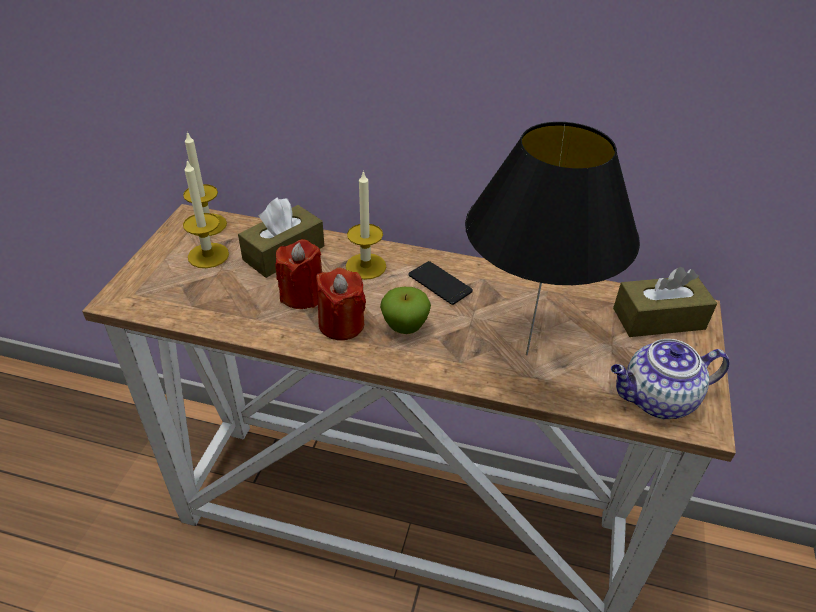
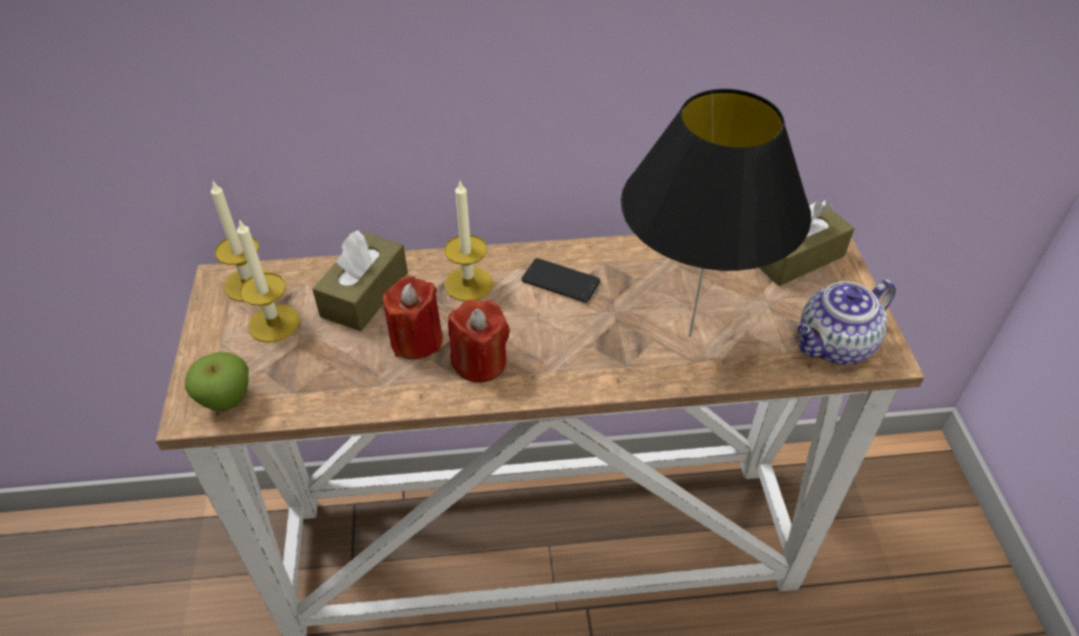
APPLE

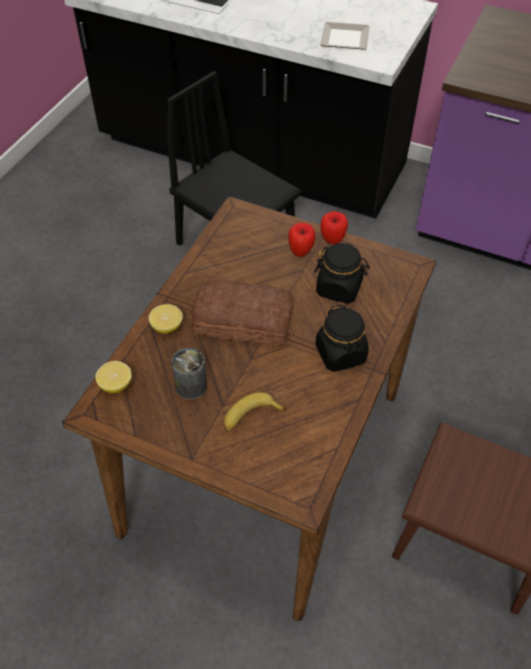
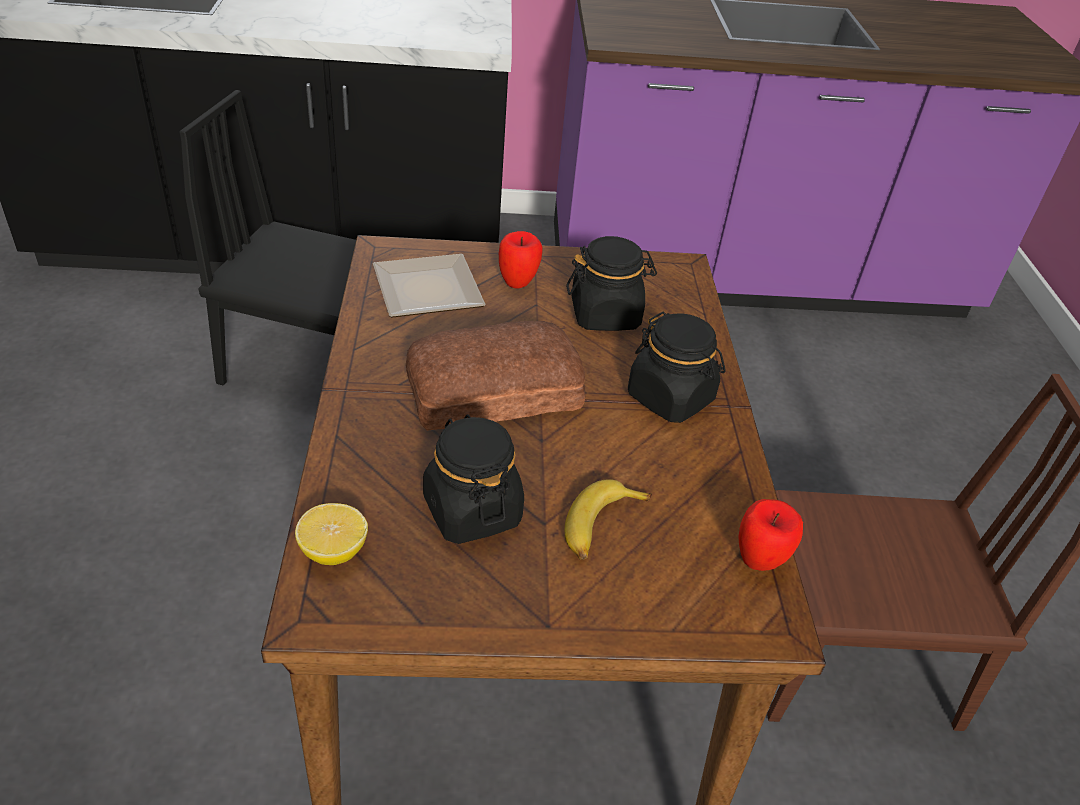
PLATE; APPLE (2nd from left); LEMON (2nd from left in the first image); BLACK JAR (1st from left)

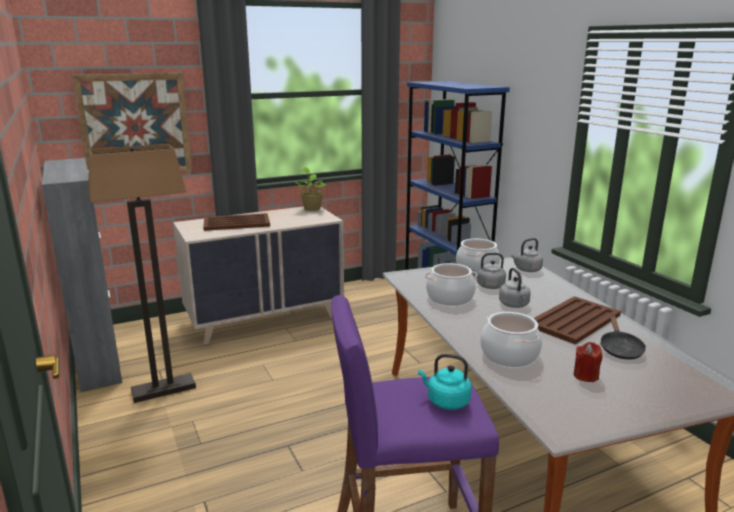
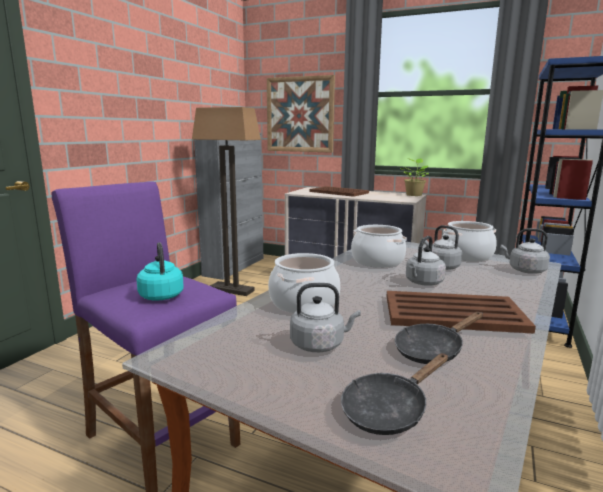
GREY KETTLE (1st from left); BLACK FRYING PAN (1st from left)

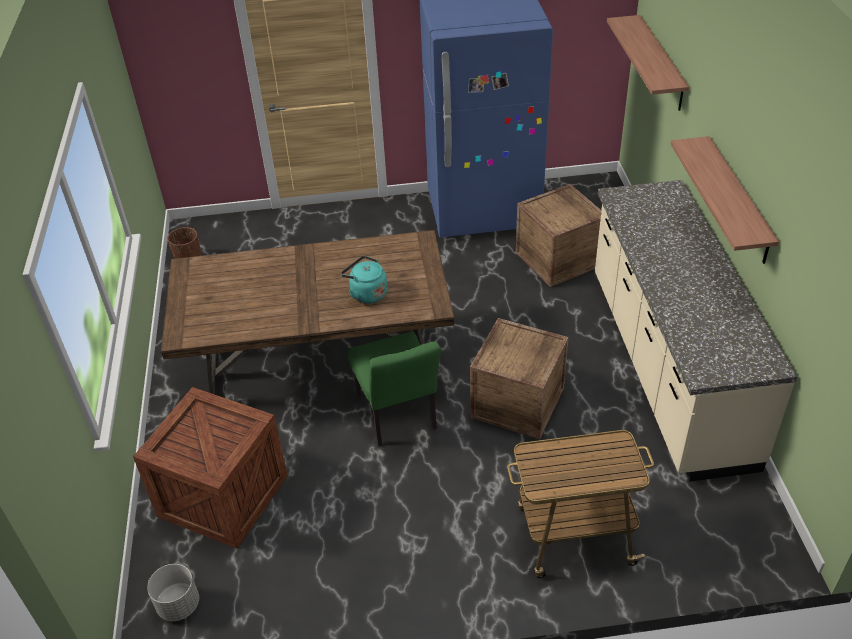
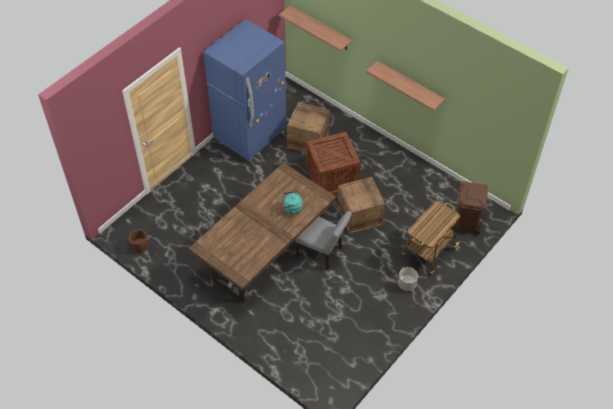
BEIGE COUNTER; GREY CHAIR; CRATE (2nd from left); GREY PLANTER; BROWN TRASH CAN

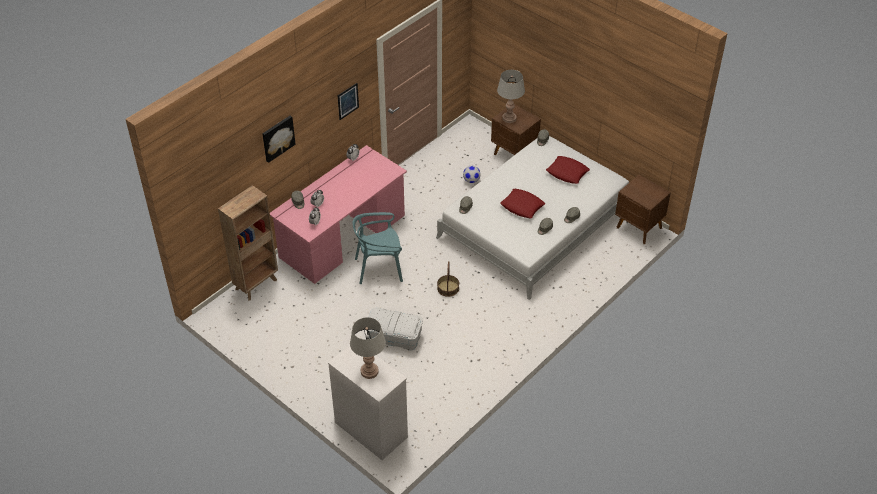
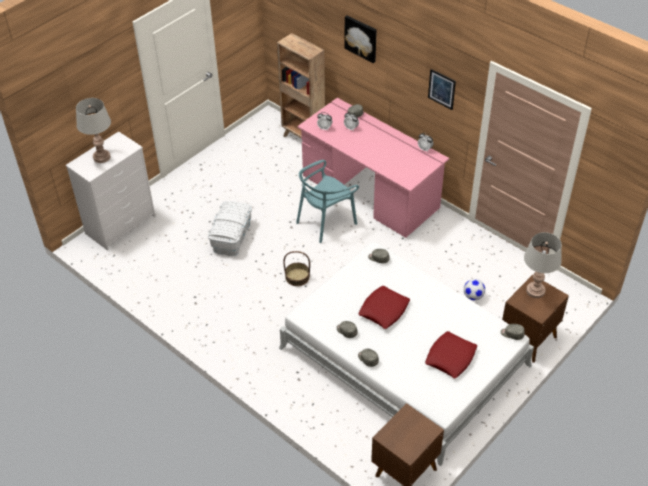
TURQUOISE CHAIR

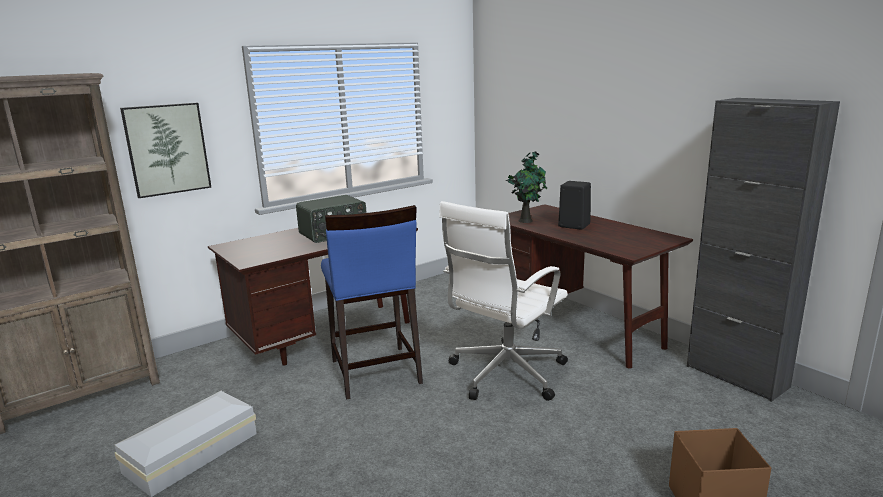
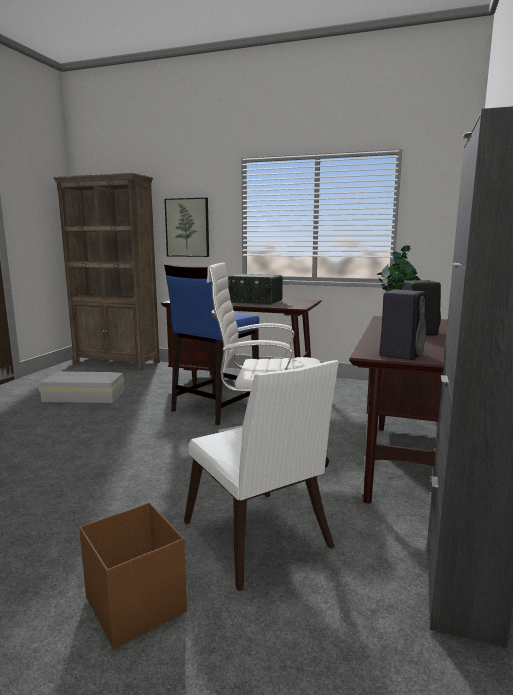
BLACK SPEAKER (1st from left); WHITE CHAIR

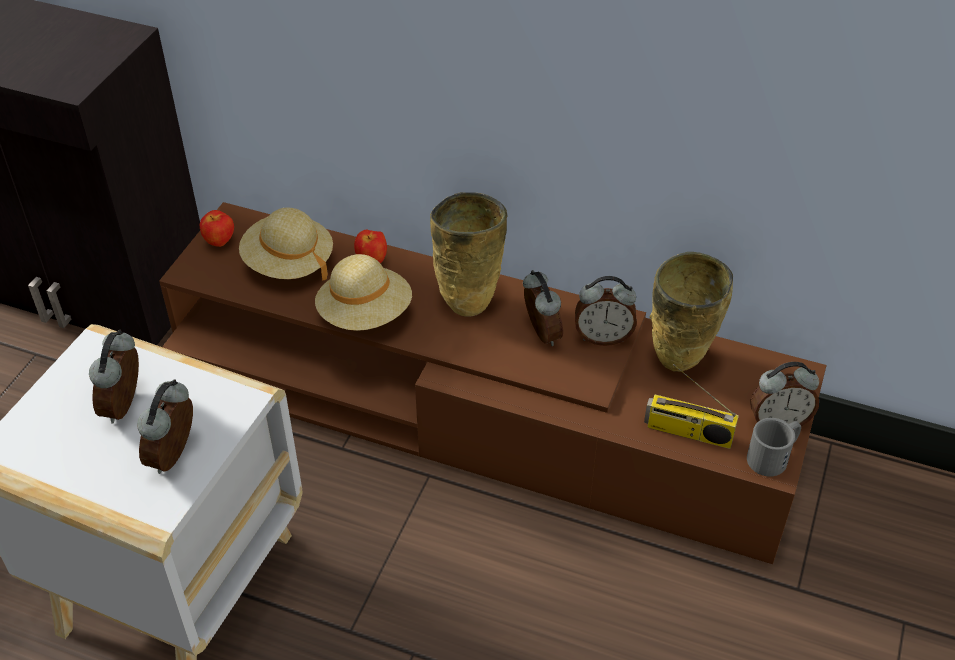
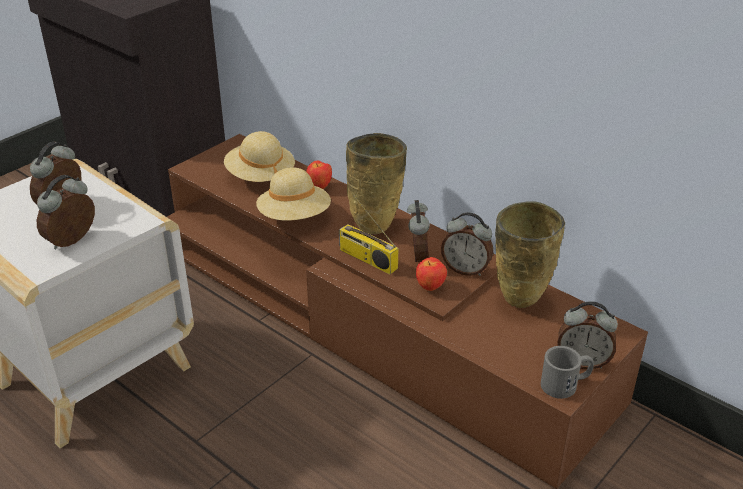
APPLE (2nd from left); RADIO

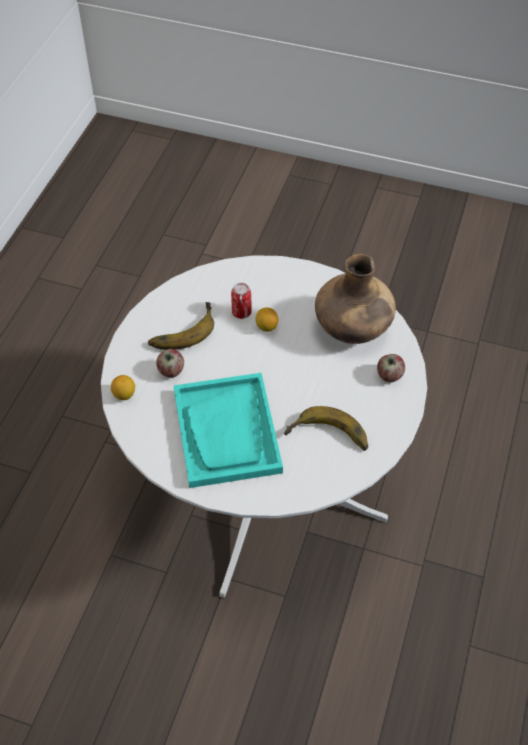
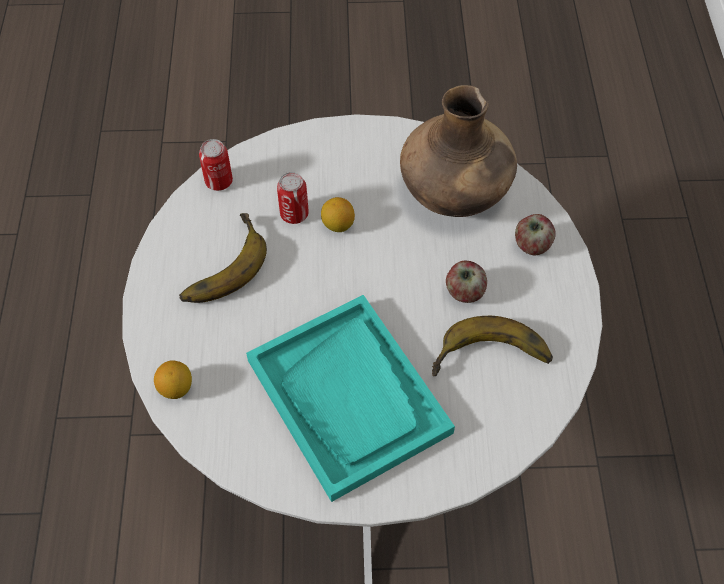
APPLE (1st from left); CAN (1st from left)

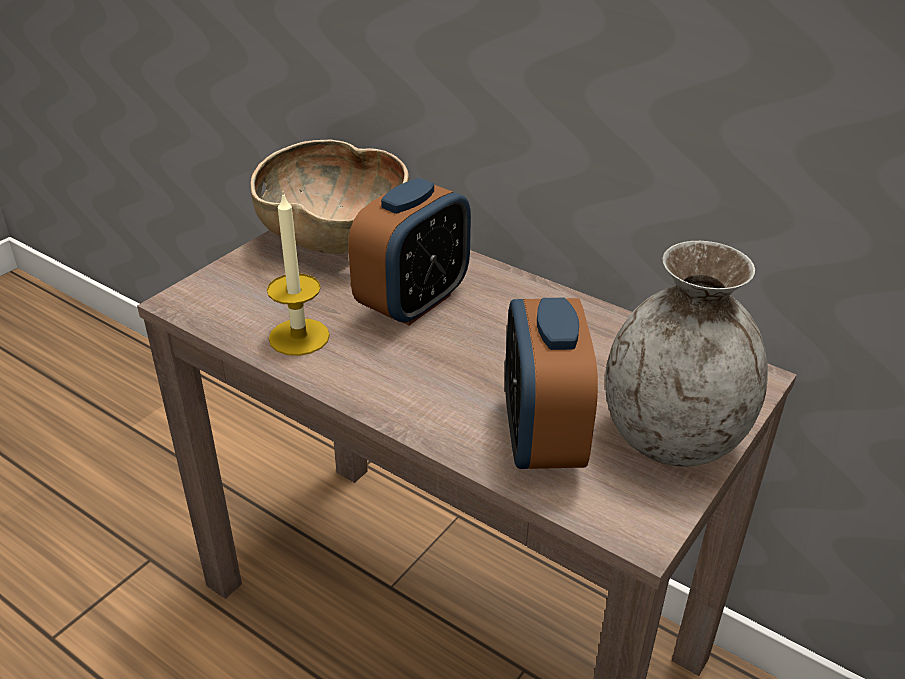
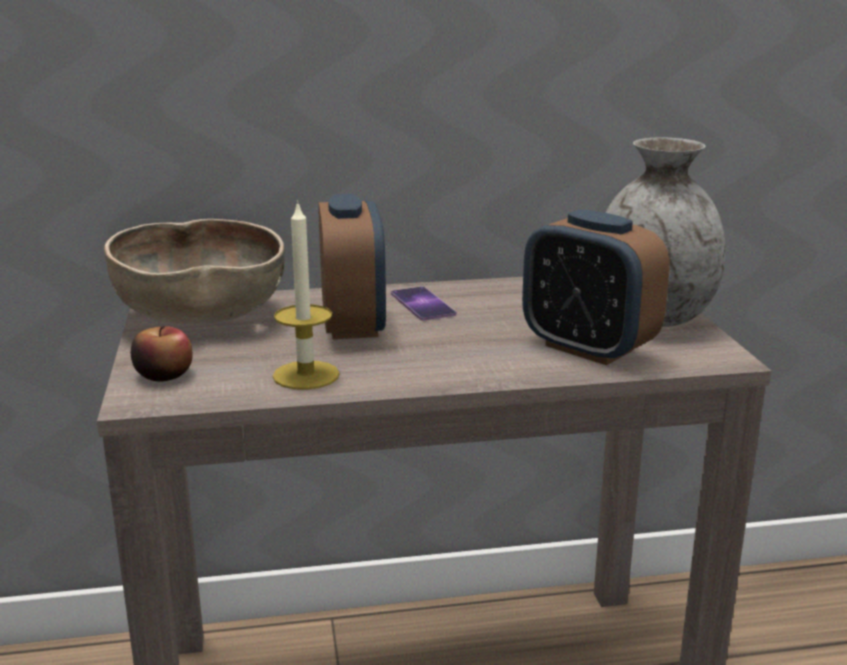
PHONE; APPLE

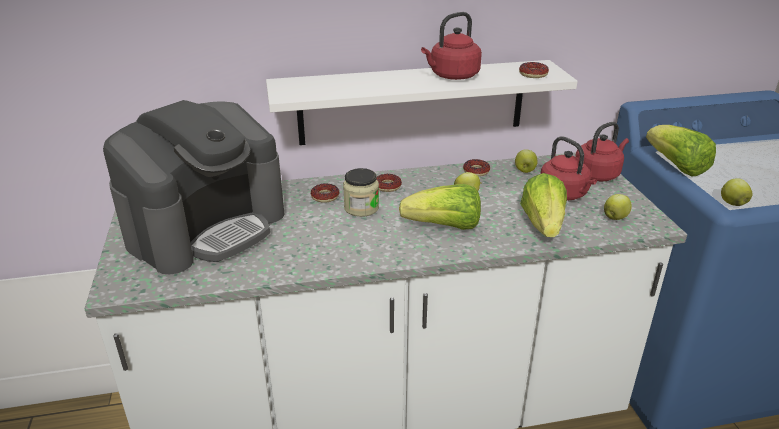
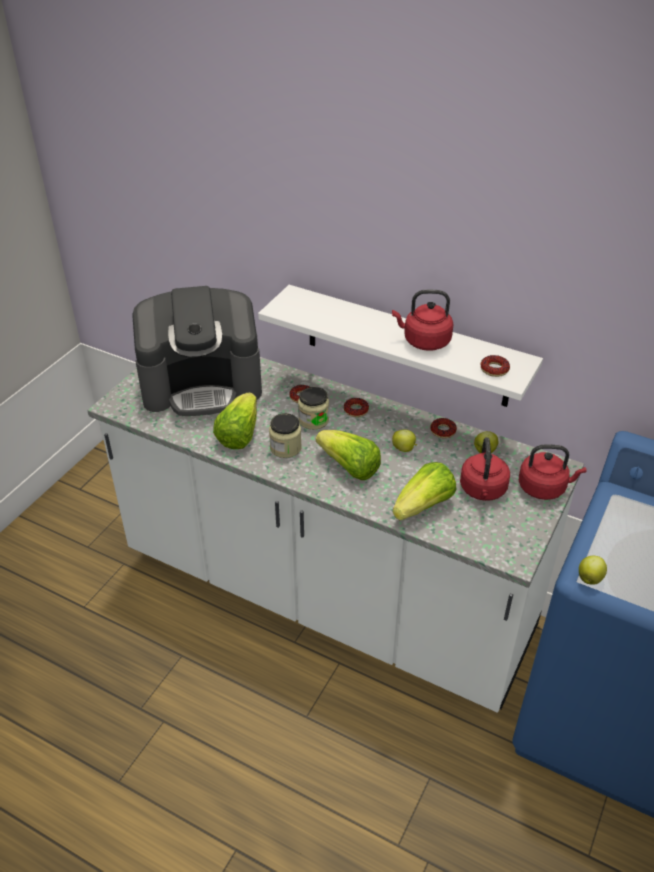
LETTUCE (1st from left); APPLE (3rd from left in the first image); JAR (1st from left)

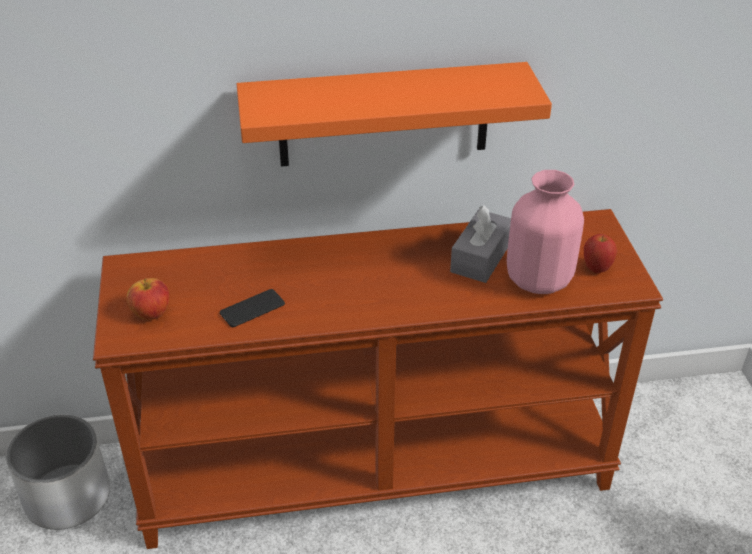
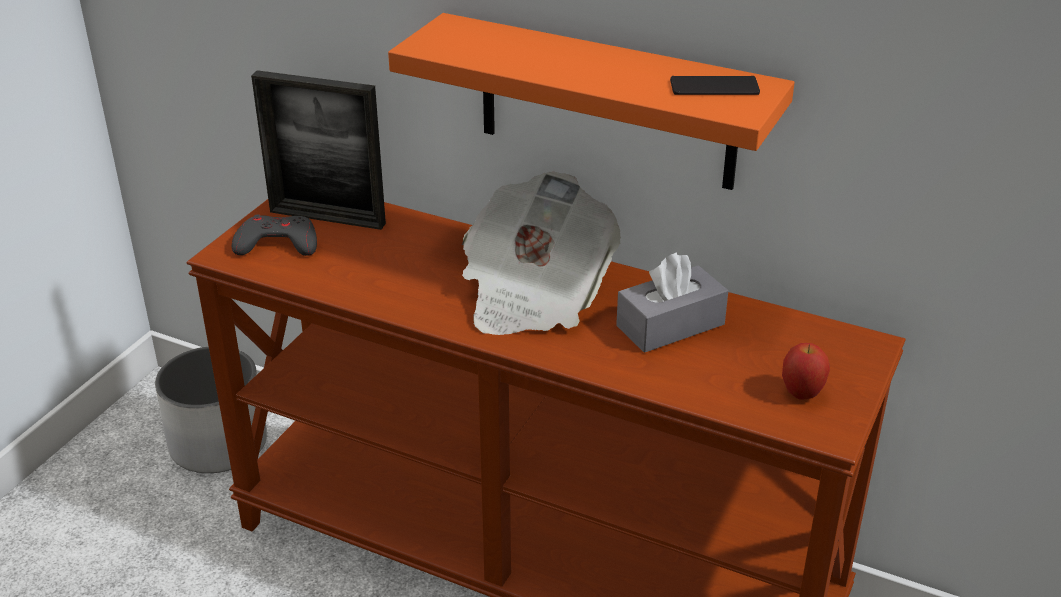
PINK VASE; GREY GAME CONTROLLER; PHONE; PICTURE FRAME; NEWSPAPER

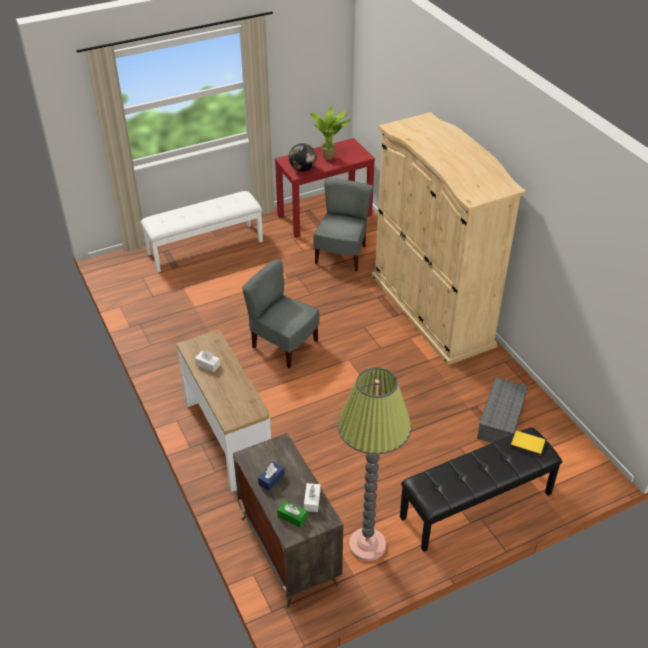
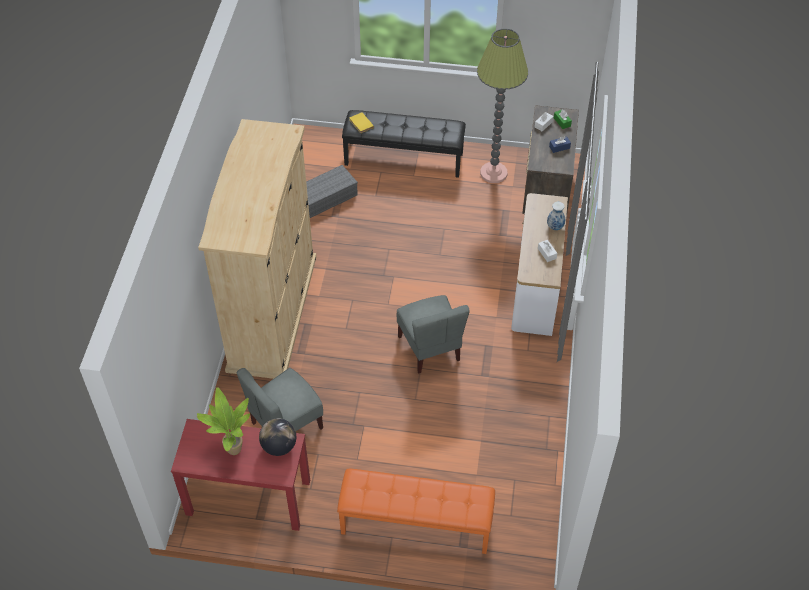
ORANGE BENCH; VASE

